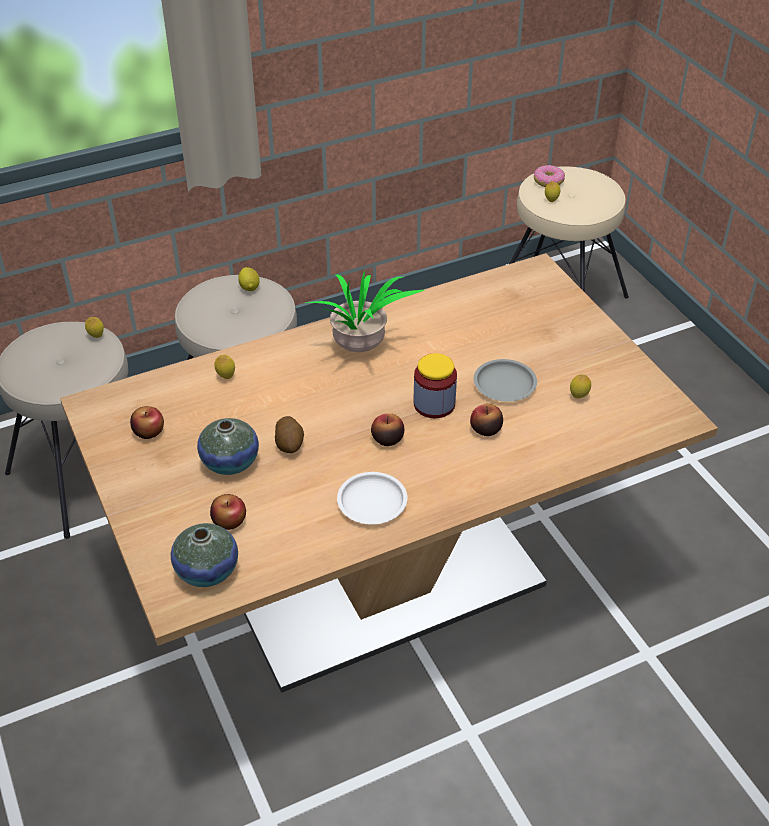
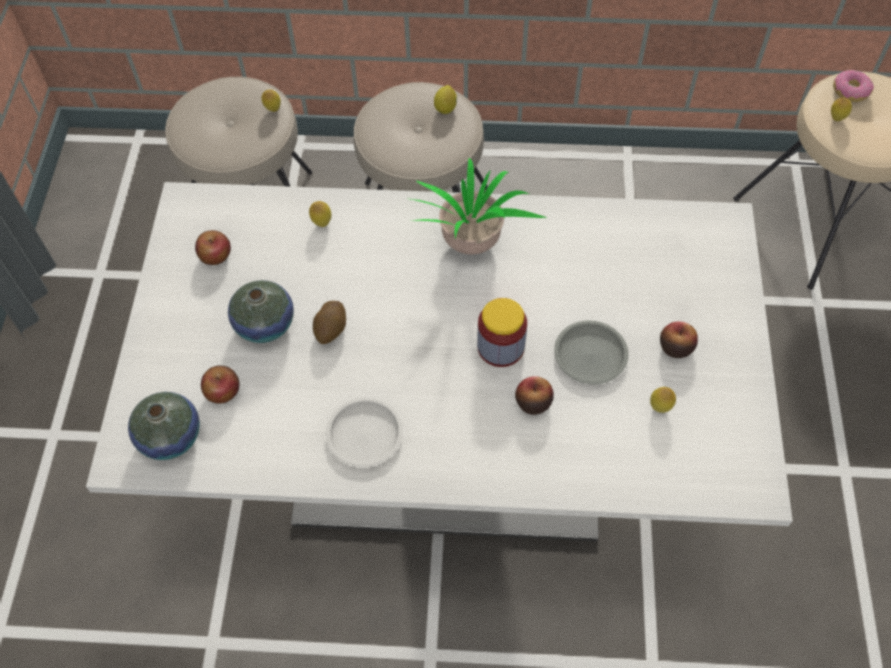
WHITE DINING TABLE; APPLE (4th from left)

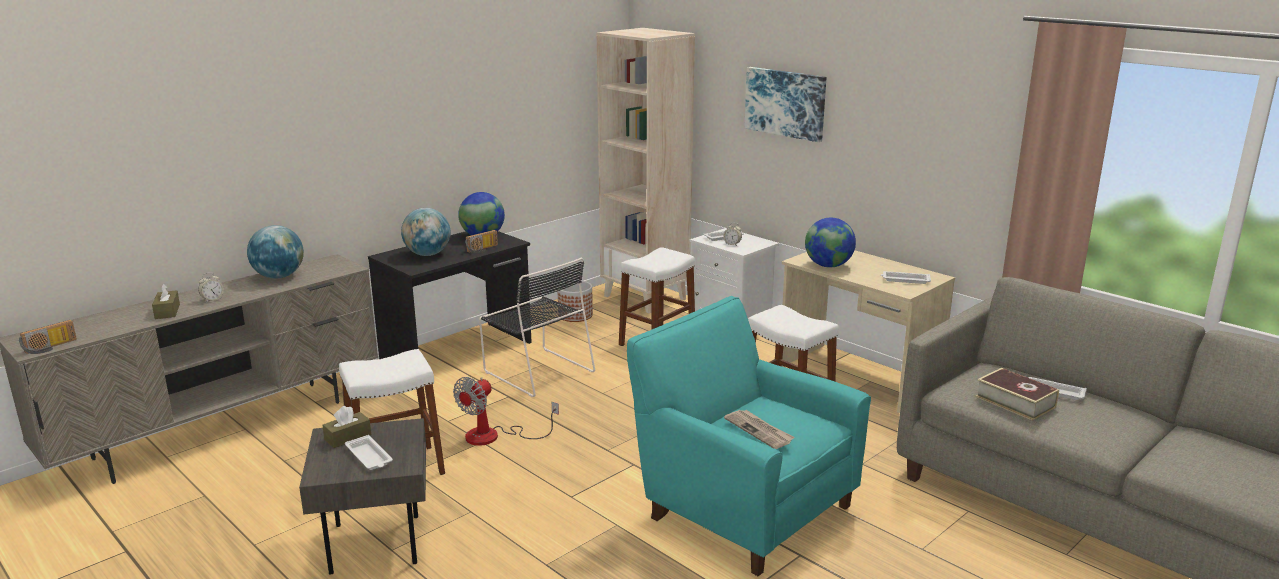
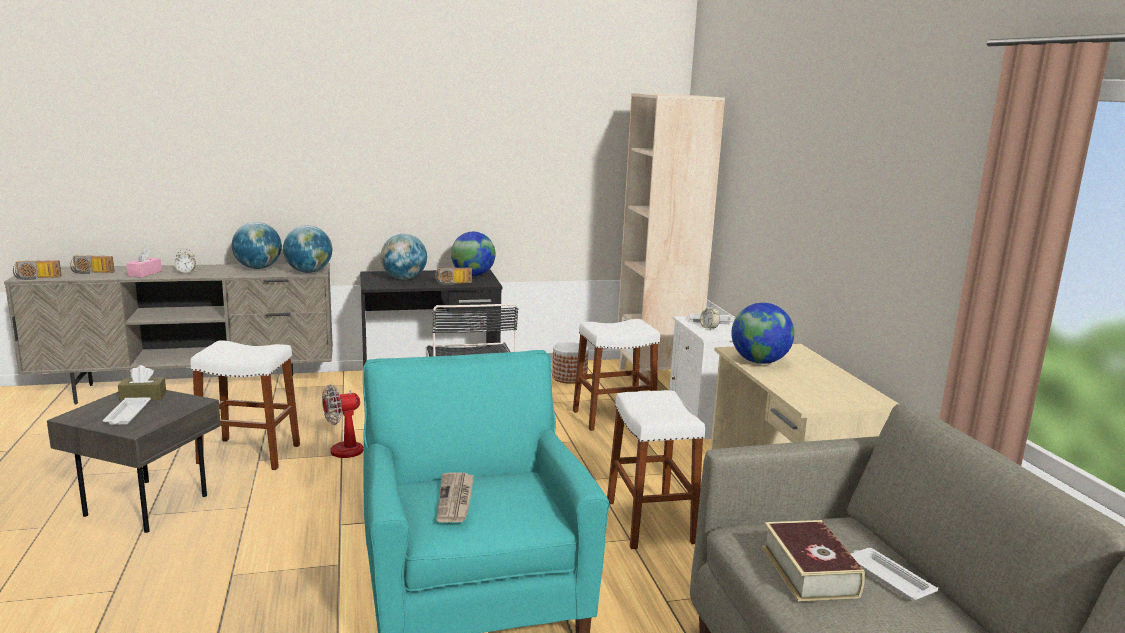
PICTURE; WHITE TRAY (3rd from left in the first image); PINK TISSUE BOX; GLOBE (2nd from left); RADIO (2nd from left)

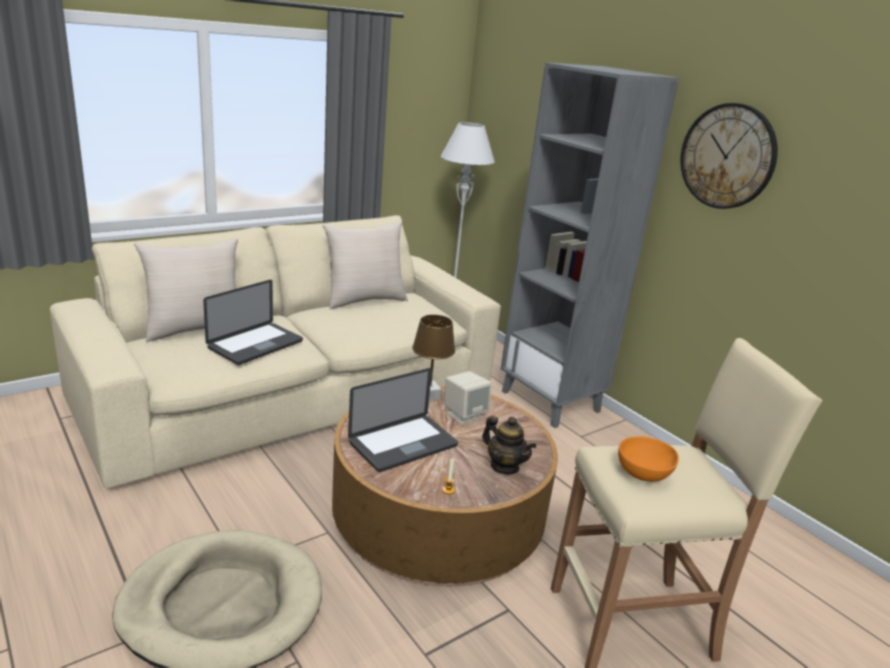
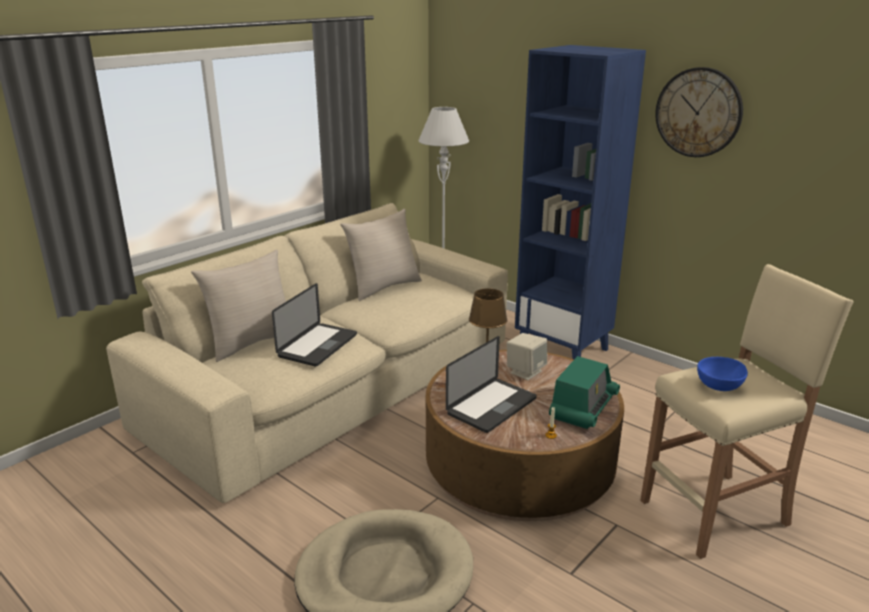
BLUE BOOKCASE; RADIO; BLUE BOWL

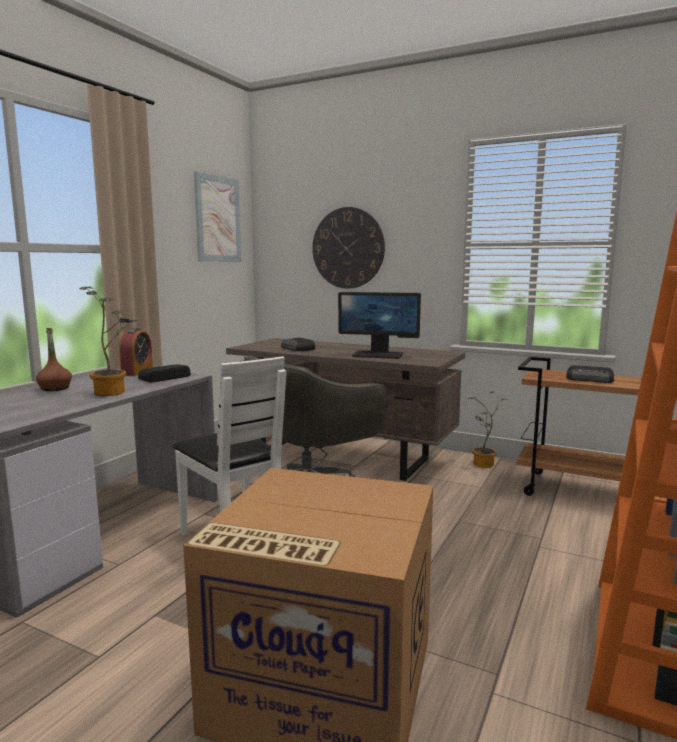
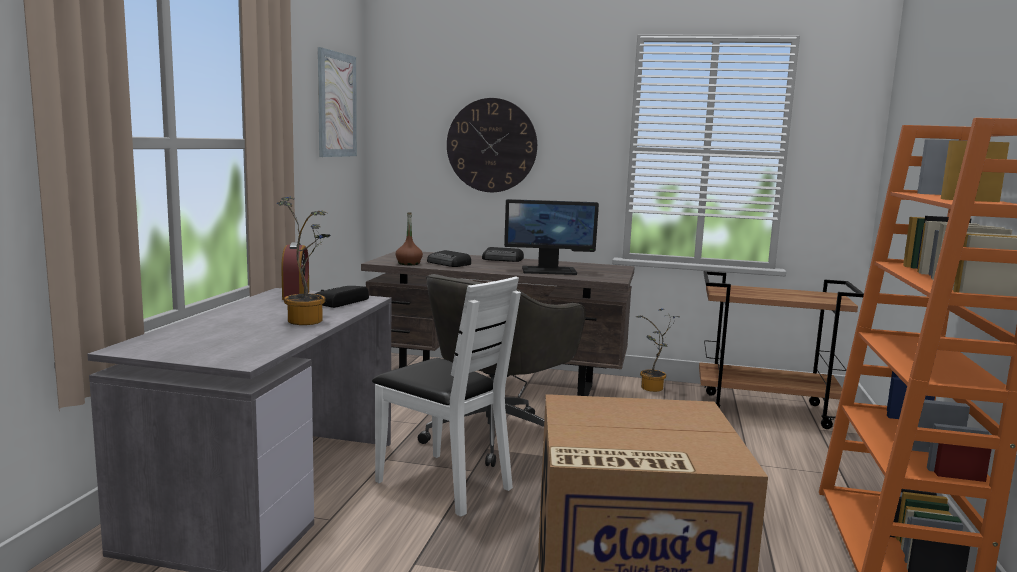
BROWN BOTTLE; RADIO (3rd from left)

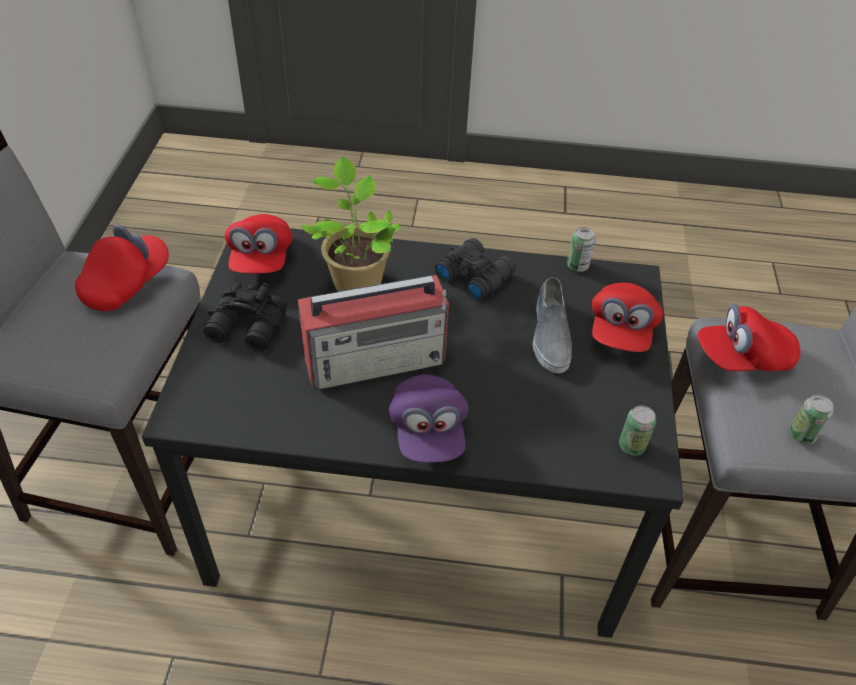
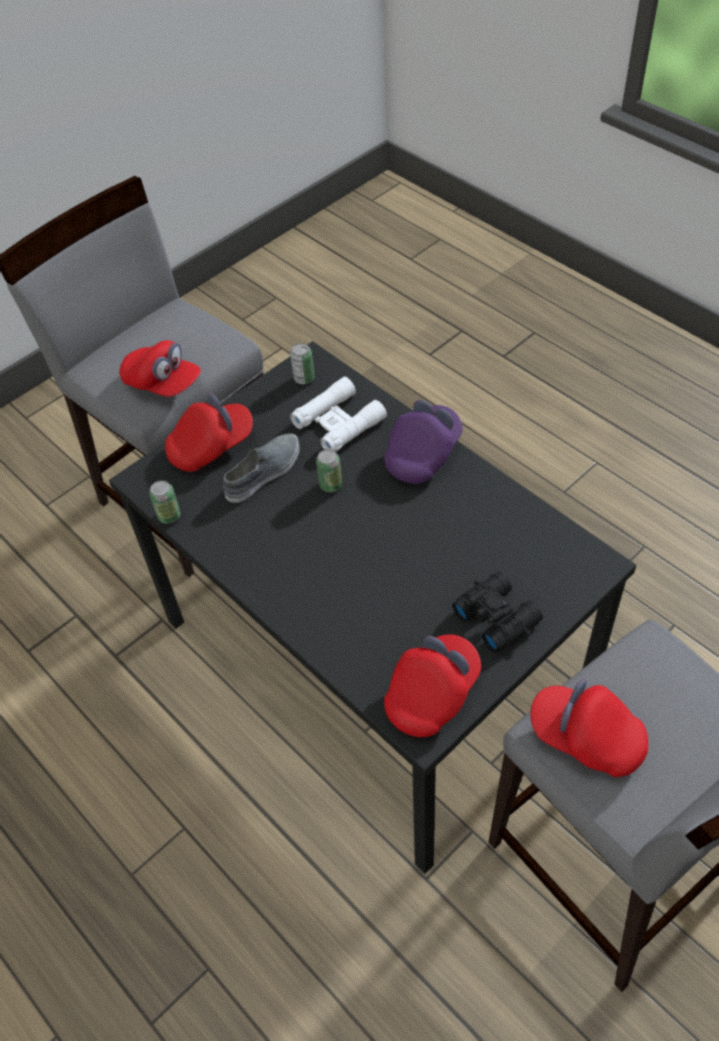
POTTED PLANT; RED CAP (4th from left); BLACK BINOCULARS (2nd from left in the first image); RADIO; CAN (3rd from left); WHITE BINOCULARS

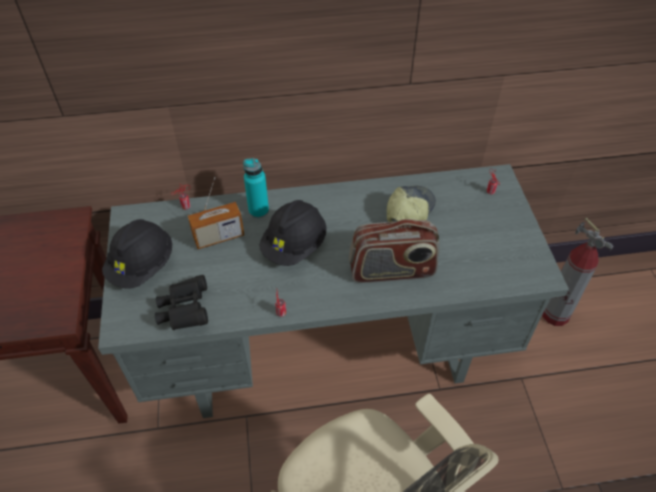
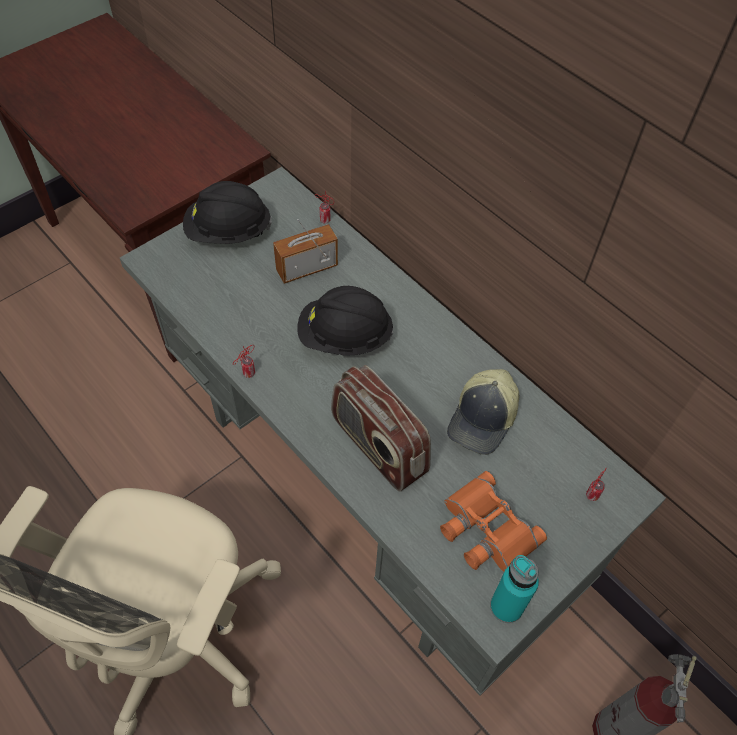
TURQUOISE BOTTLE; RADIO (1st from left); CAP; BLACK BINOCULARS; ORANGE BINOCULARS

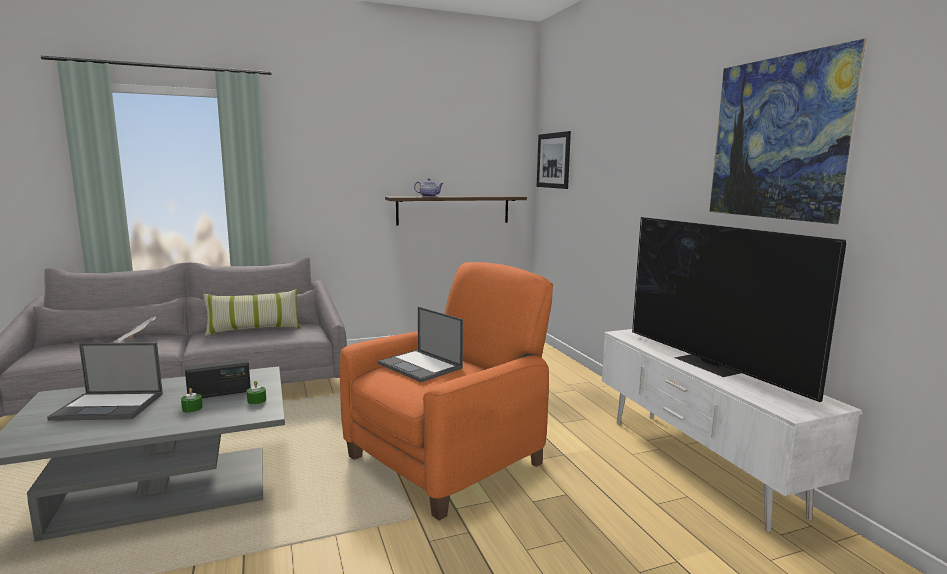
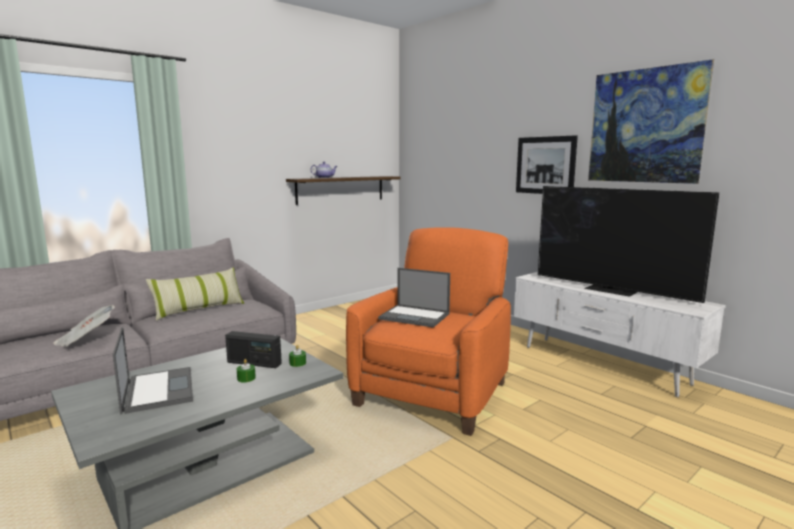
PICTURE (1st from left); LAPTOP (1st from left); RADIO

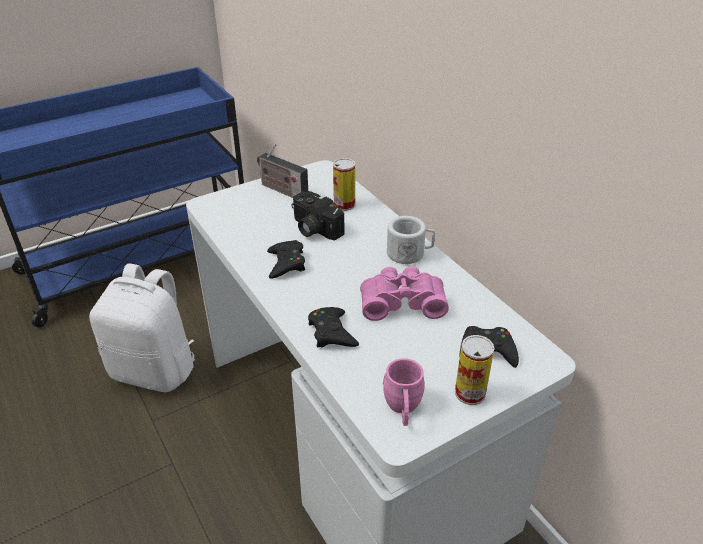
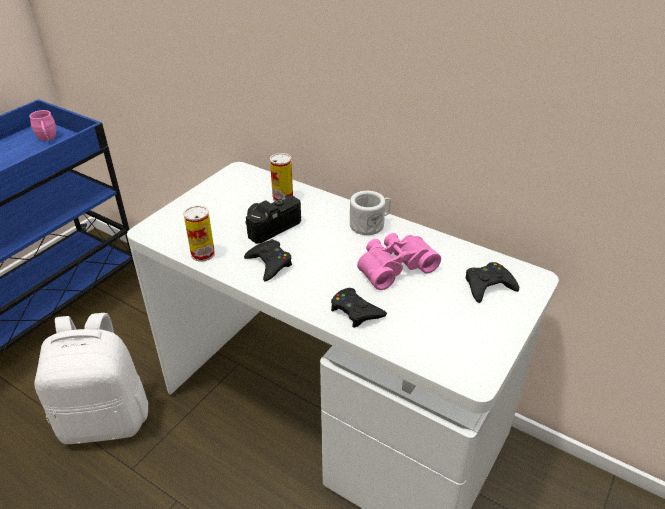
RADIO; PHOTO CAMERA; CAN (1st from left); PINK MUG

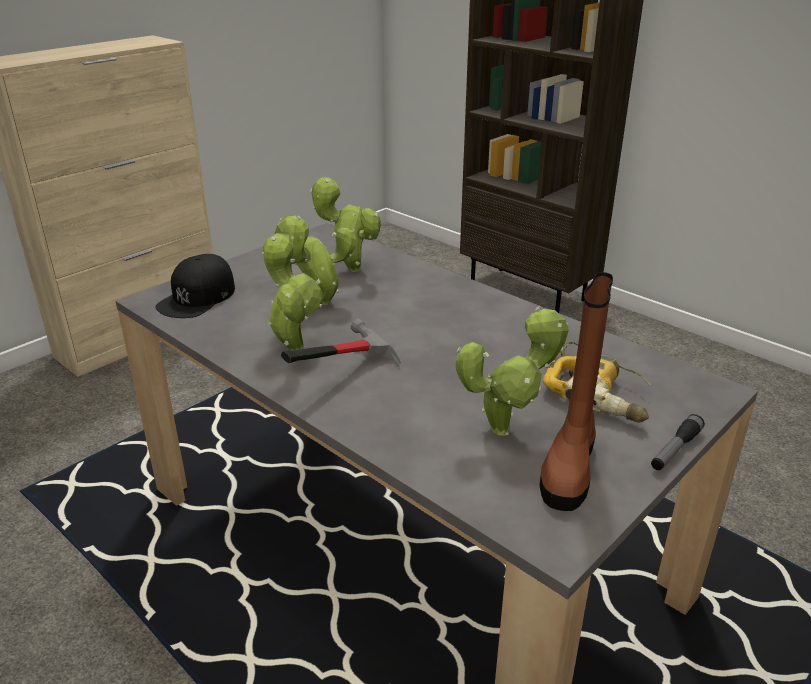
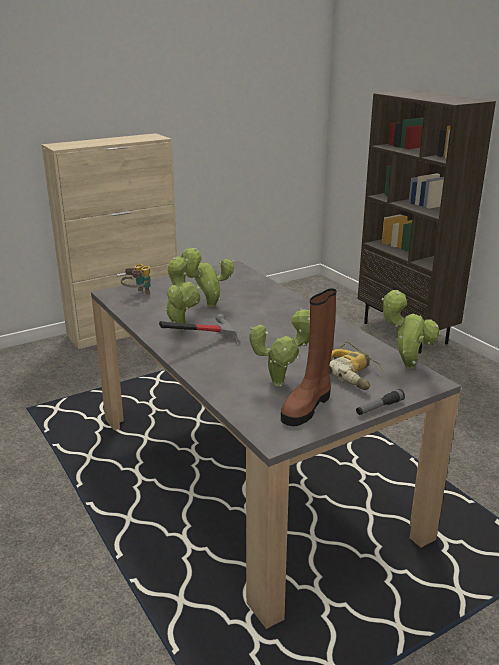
POTTED PLANT (4th from left); BINOCULARS

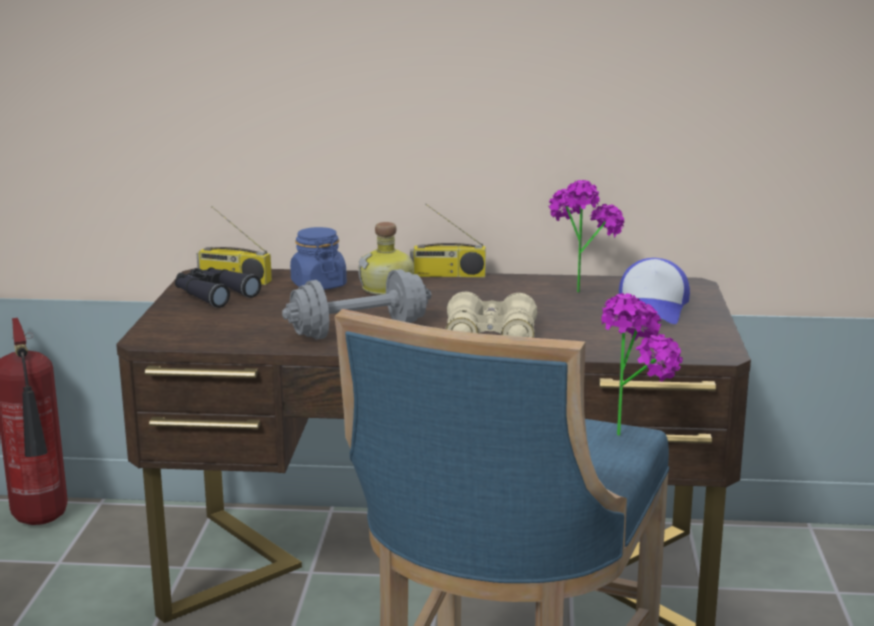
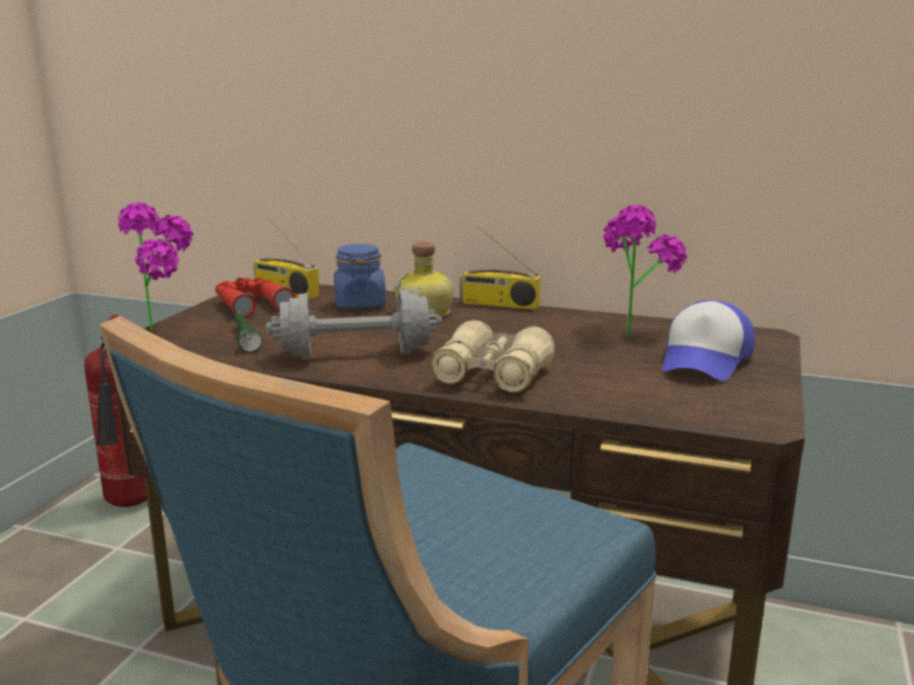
RED BINOCULARS; POTTED PLANT (1st from left); GREEN FLASHLIGHT

